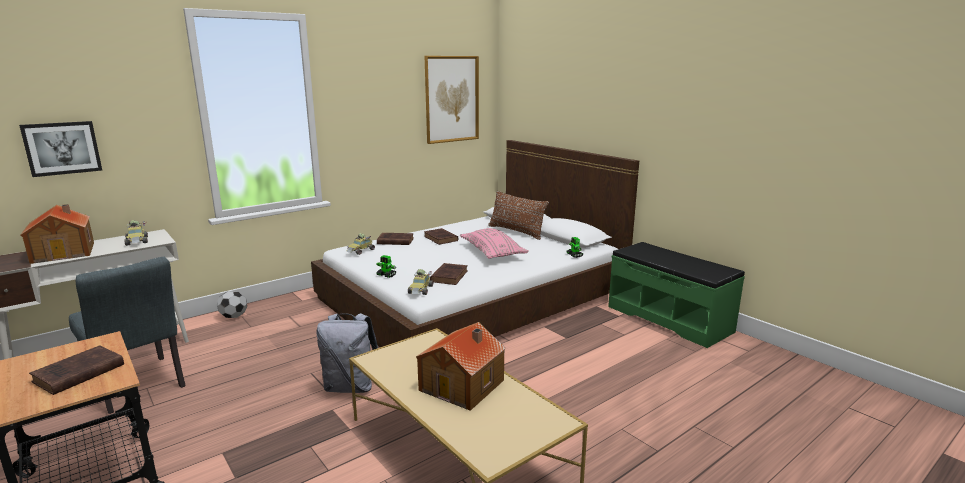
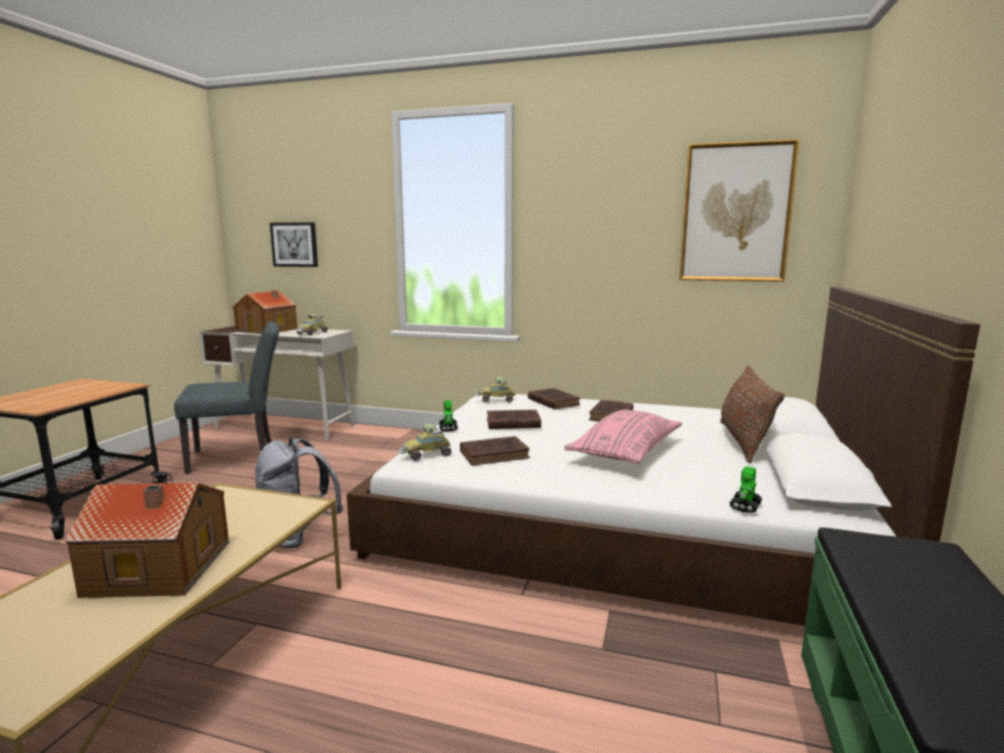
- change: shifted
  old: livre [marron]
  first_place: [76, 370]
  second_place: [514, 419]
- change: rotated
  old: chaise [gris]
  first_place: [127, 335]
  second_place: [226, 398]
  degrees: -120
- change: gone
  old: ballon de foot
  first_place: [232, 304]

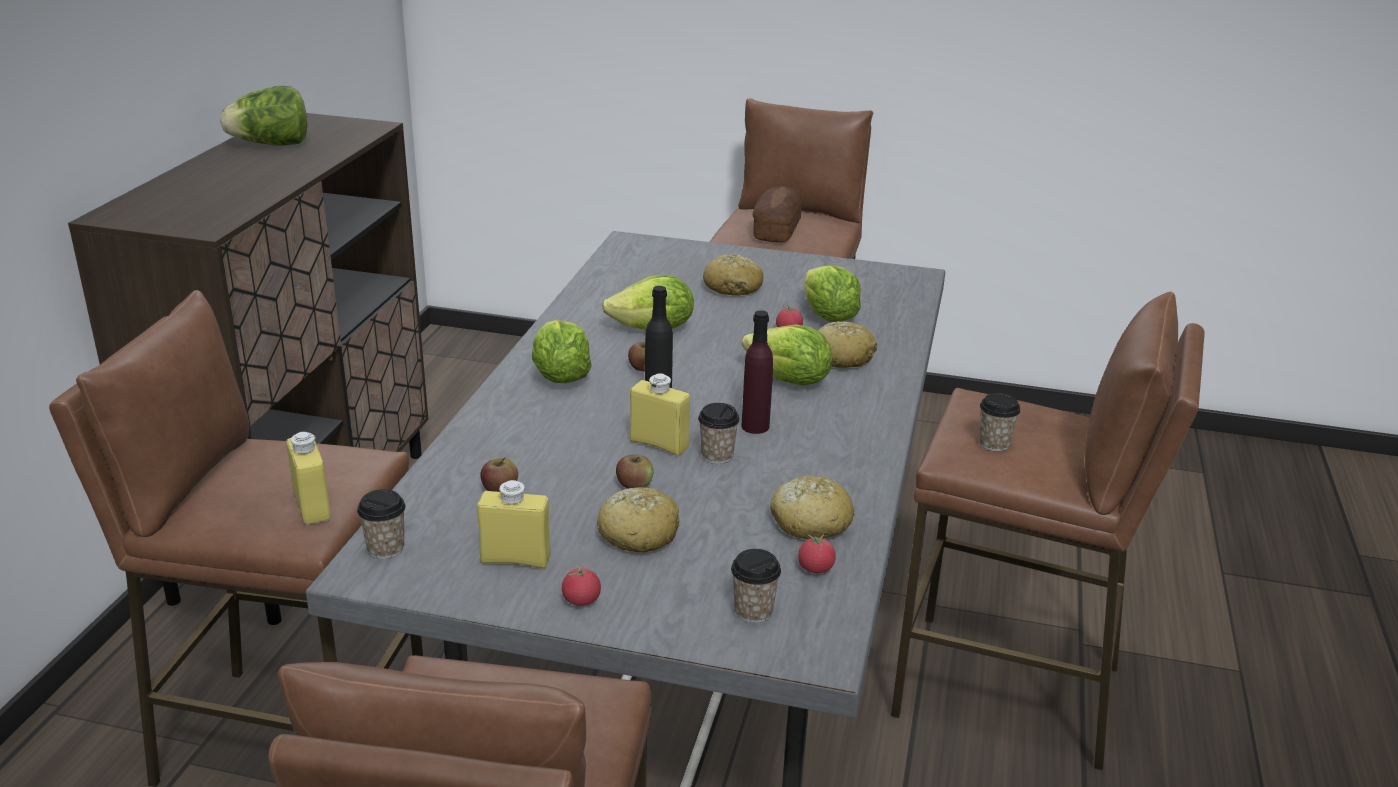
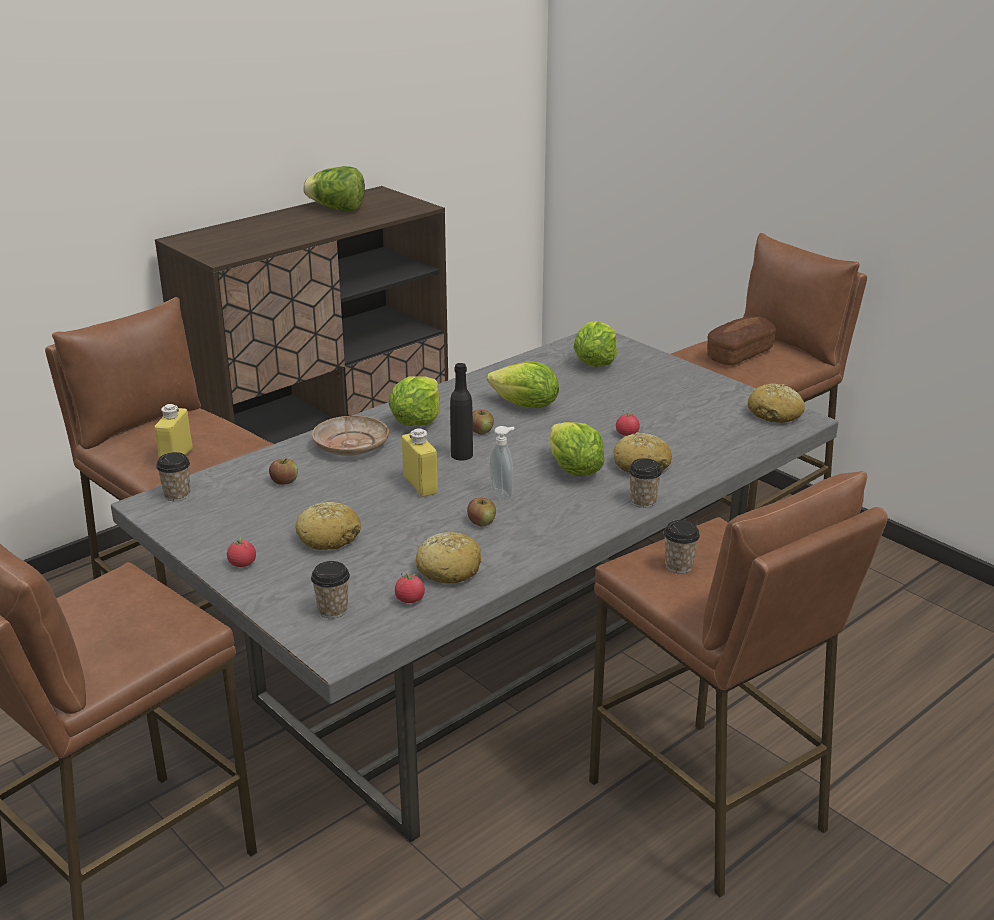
- change: gone
  old: bouteille [jaune]
  first_place: [513, 524]
- change: shifted
  old: pomme
  first_place: [634, 472]
  second_place: [481, 512]
- change: shifted
  old: tasse
  first_place: [719, 433]
  second_place: [645, 483]
- change: shifted
  old: pain
  first_place: [733, 274]
  second_place: [776, 403]
- change: swapped
  old: bouteille [violet]
  new: distributeur de savon
  first_place: [757, 372]
  second_place: [501, 463]
- change: shifted
  old: laitue
  first_place: [832, 293]
  second_place: [595, 344]
- change: new
  new: assiette [beige]
  second_place: [350, 436]

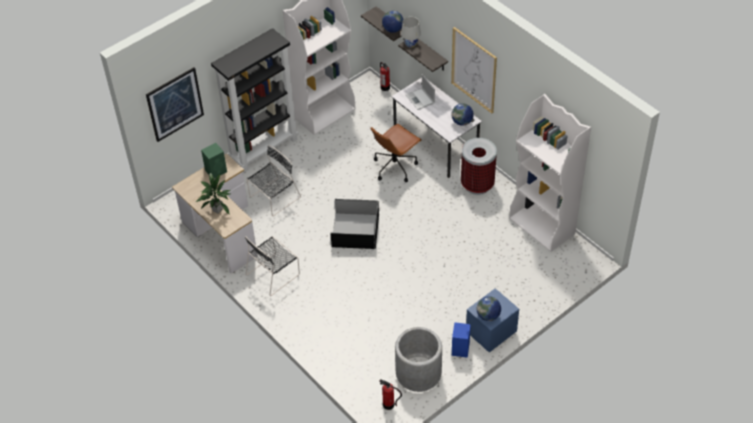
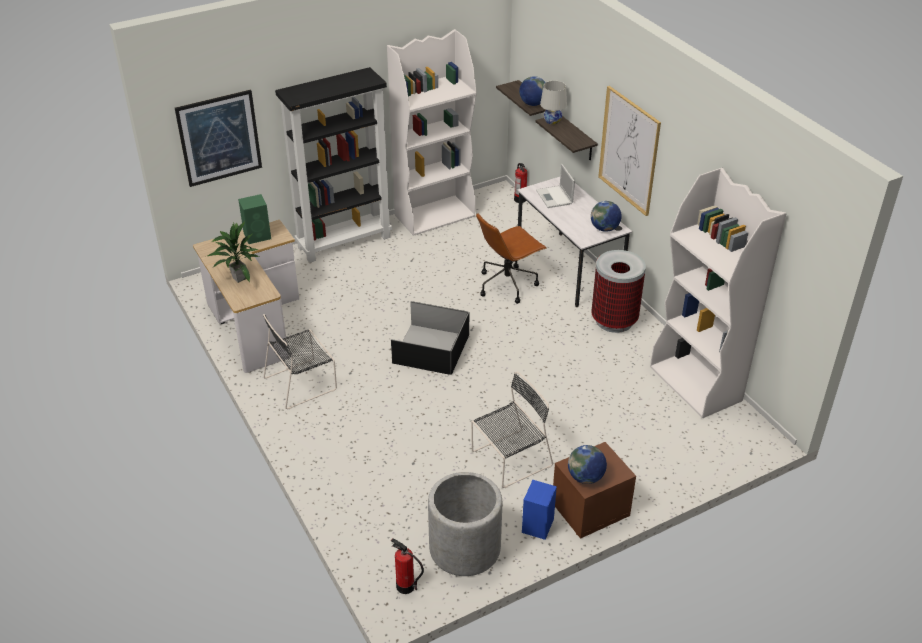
- change: shifted
  old: chaise [noir]
  first_place: [274, 180]
  second_place: [512, 430]
- change: repainted
  old: table de chevet [bleu]
  new: table de chevet [marron]
  first_place: [492, 320]
  second_place: [594, 490]

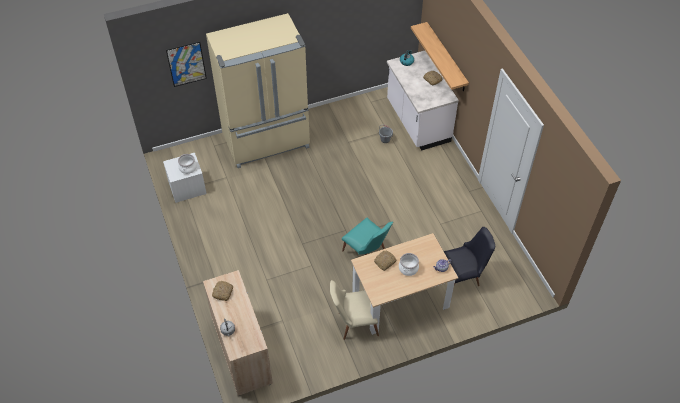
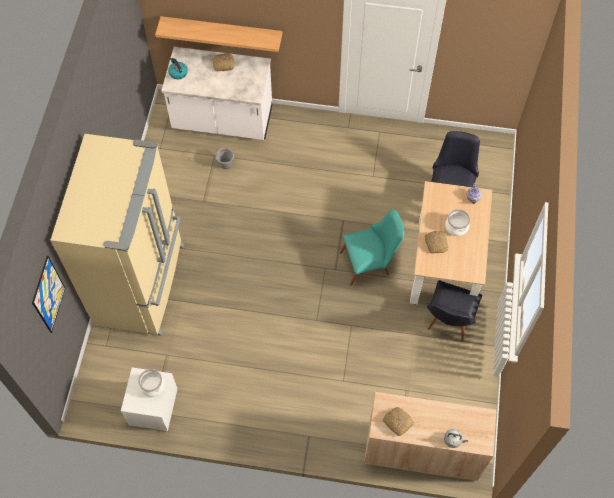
- change: repainted
  old: chaise [beige]
  new: chaise [noir]
  first_place: [354, 310]
  second_place: [454, 311]

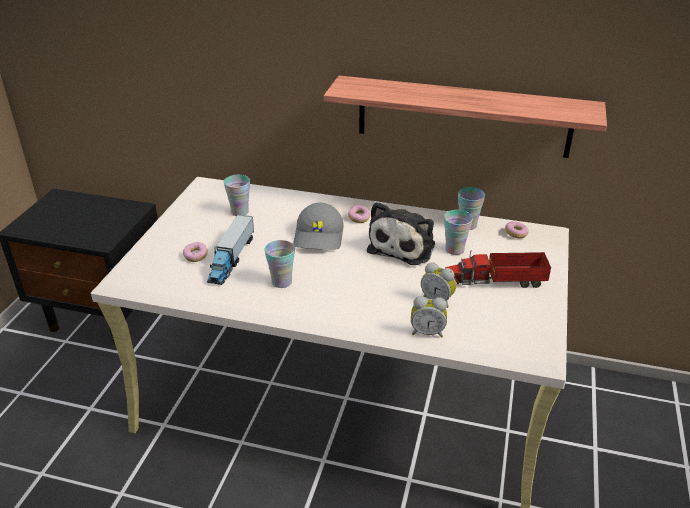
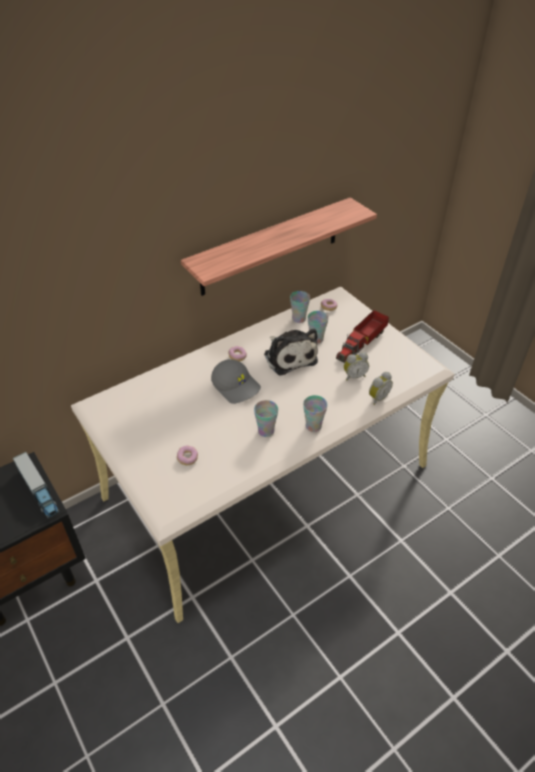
- change: shifted
  old: camion jouet
  first_place: [230, 249]
  second_place: [36, 485]
- change: shifted
  old: tasse
  first_place: [237, 195]
  second_place: [315, 413]

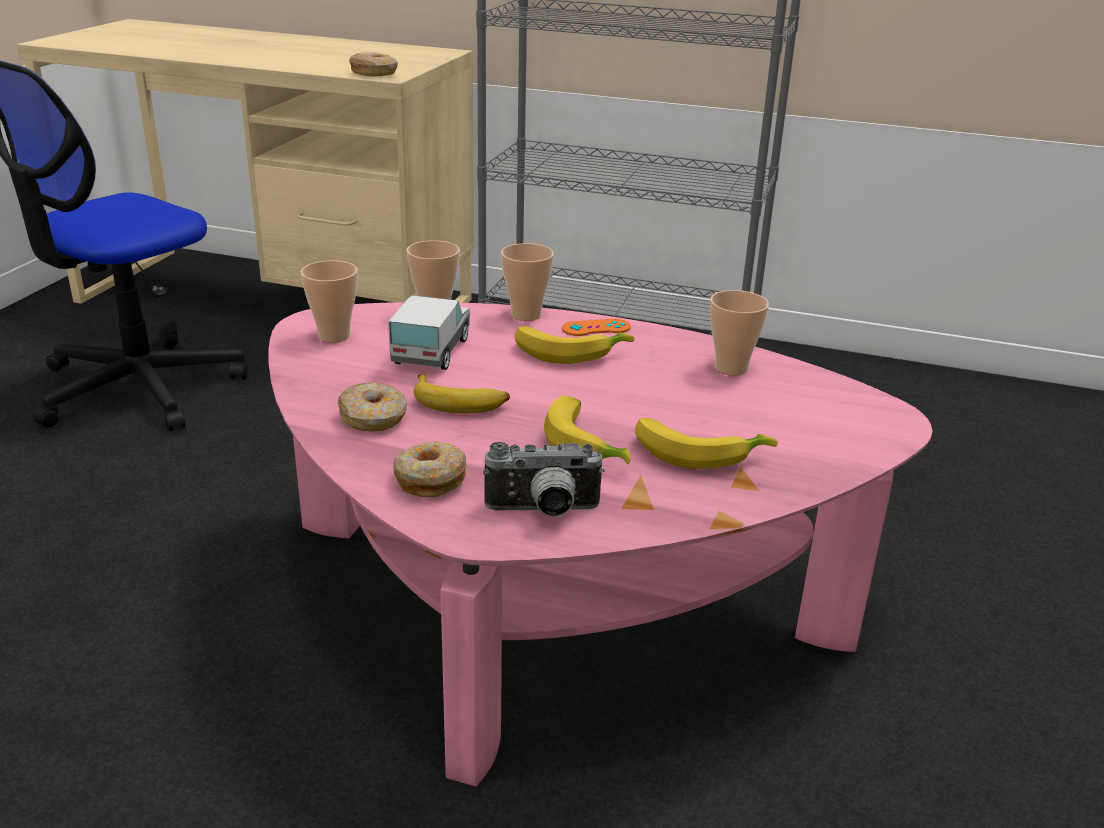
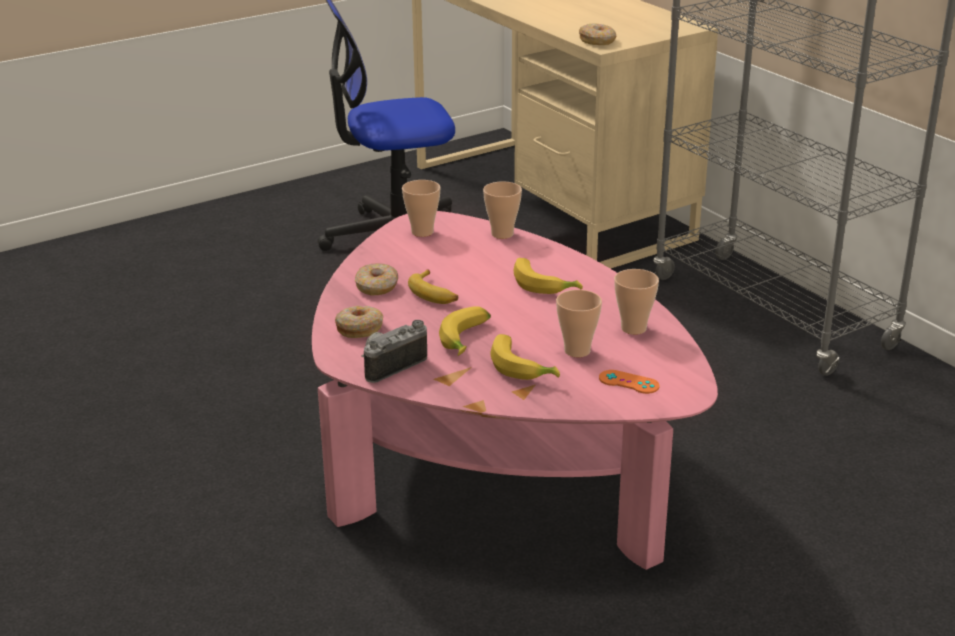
- change: gone
  old: camion jouet
  first_place: [429, 332]
- change: rotated
  old: appareil photo
  first_place: [543, 479]
  second_place: [395, 351]
  degrees: 105
- change: shifted
  old: tasse
  first_place: [527, 282]
  second_place: [579, 323]
- change: shifted
  old: manette [orange]
  first_place: [596, 327]
  second_place: [629, 382]

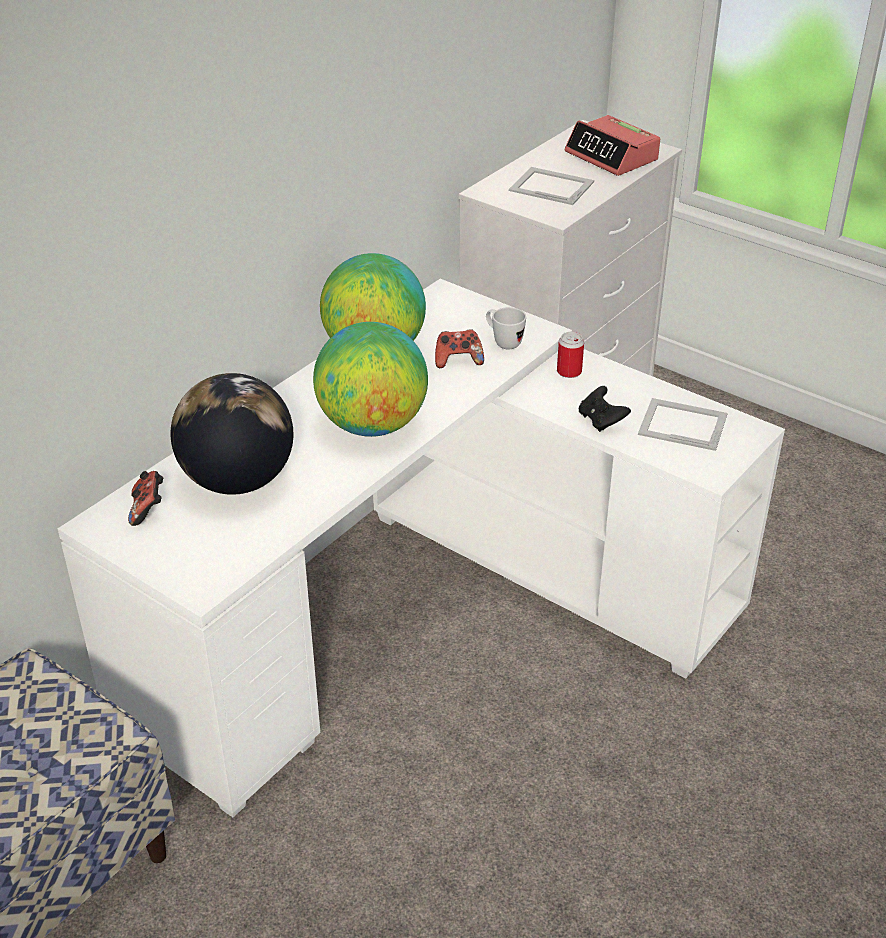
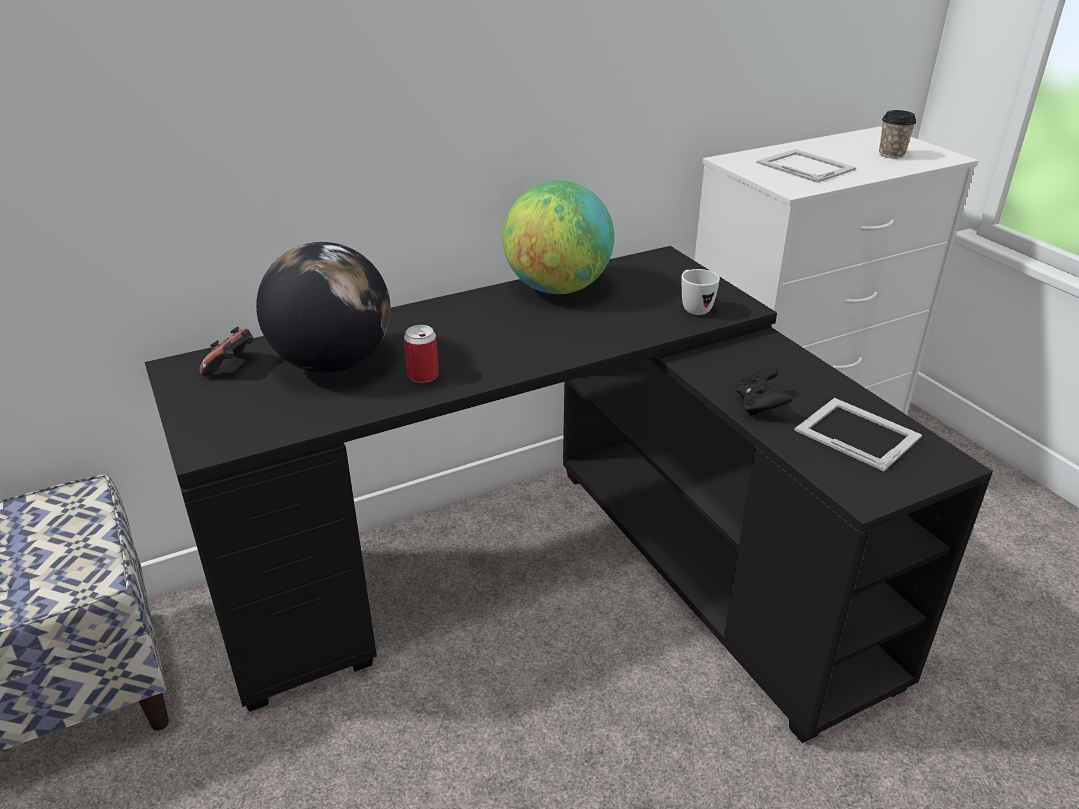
- change: repainted
  old: bureau [blanc]
  new: bureau [noir]
  first_place: [421, 548]
  second_place: [569, 494]
- change: gone
  old: globe
  first_place: [370, 379]
- change: gone
  old: manette
  first_place: [459, 349]
- change: shifted
  old: boîte métallique
  first_place: [570, 355]
  second_place: [421, 354]
- change: swapped
  old: réveil
  new: tasse
  first_place: [612, 145]
  second_place: [897, 134]

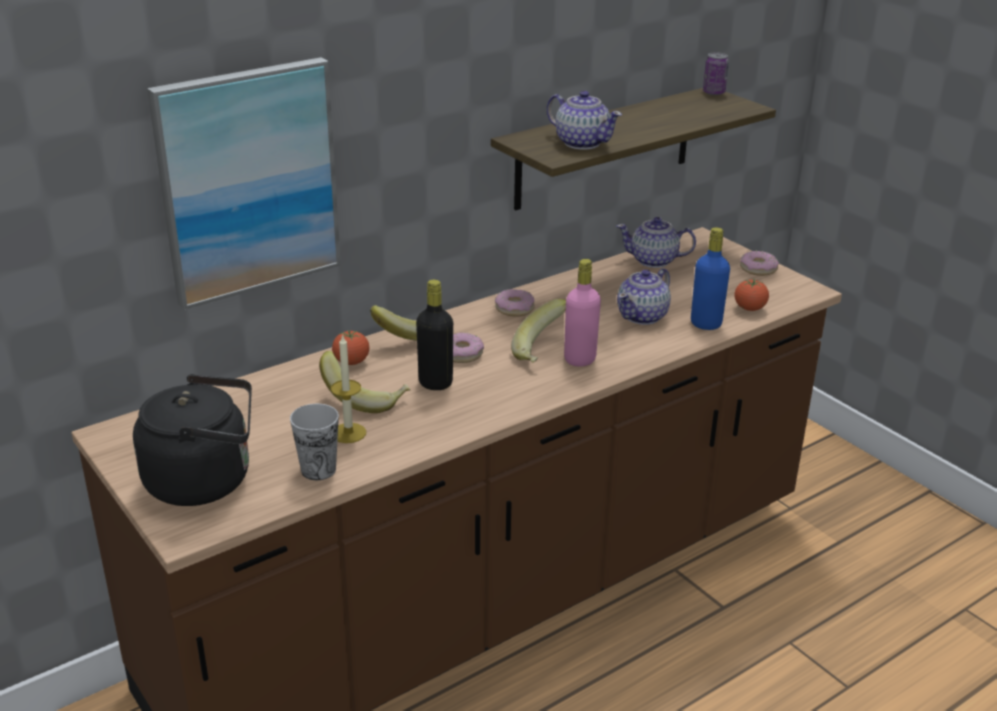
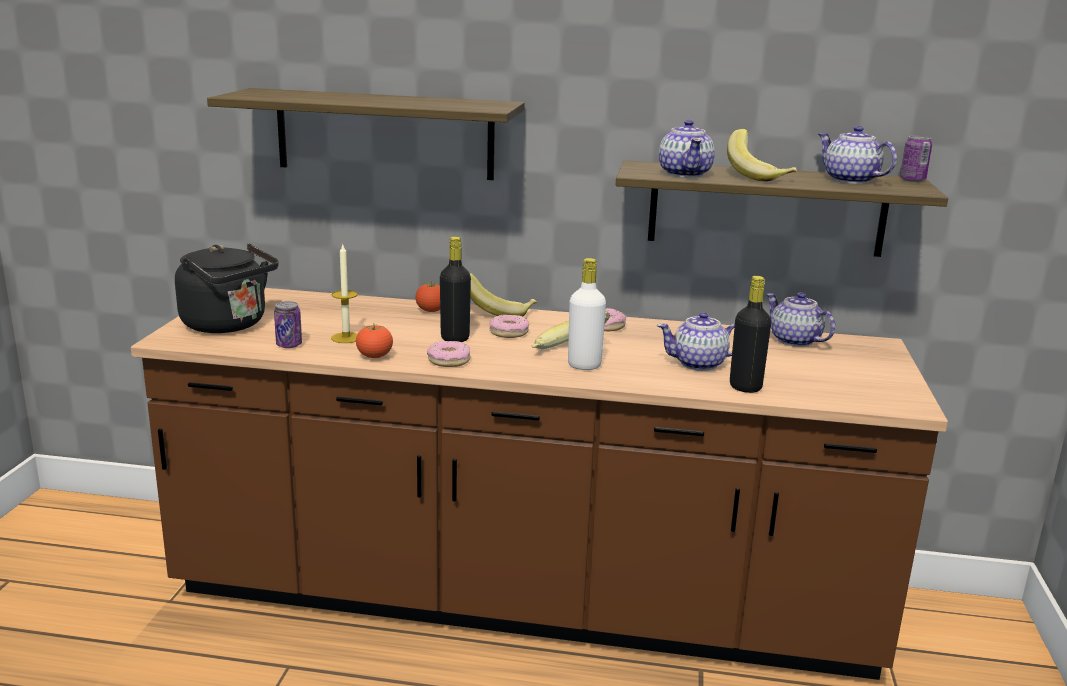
- change: swapped
  old: tableau
  new: étagère
  first_place: [244, 183]
  second_place: [366, 134]
- change: swapped
  old: tasse
  new: boîte métallique
  first_place: [314, 442]
  second_place: [288, 324]
- change: shifted
  old: banane
  first_place: [364, 382]
  second_place: [762, 155]
- change: repainted
  old: bouteille [rose]
  new: bouteille [blanc]
  first_place: [582, 313]
  second_place: [587, 314]
- change: repainted
  old: bouteille [bleu]
  new: bouteille [noir]
  first_place: [710, 278]
  second_place: [750, 334]
- change: shifted
  old: tomate
  first_place: [752, 295]
  second_place: [374, 341]
- change: shifted
  old: beignet
  first_place: [759, 263]
  second_place: [449, 354]
- change: new
  new: théière
  second_place: [857, 155]

